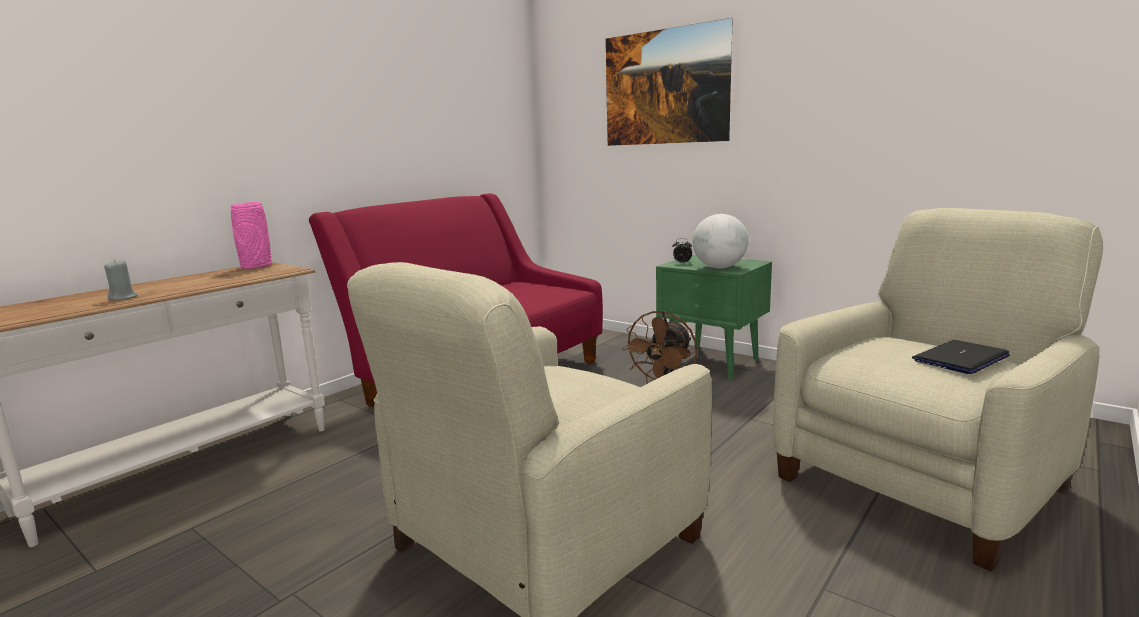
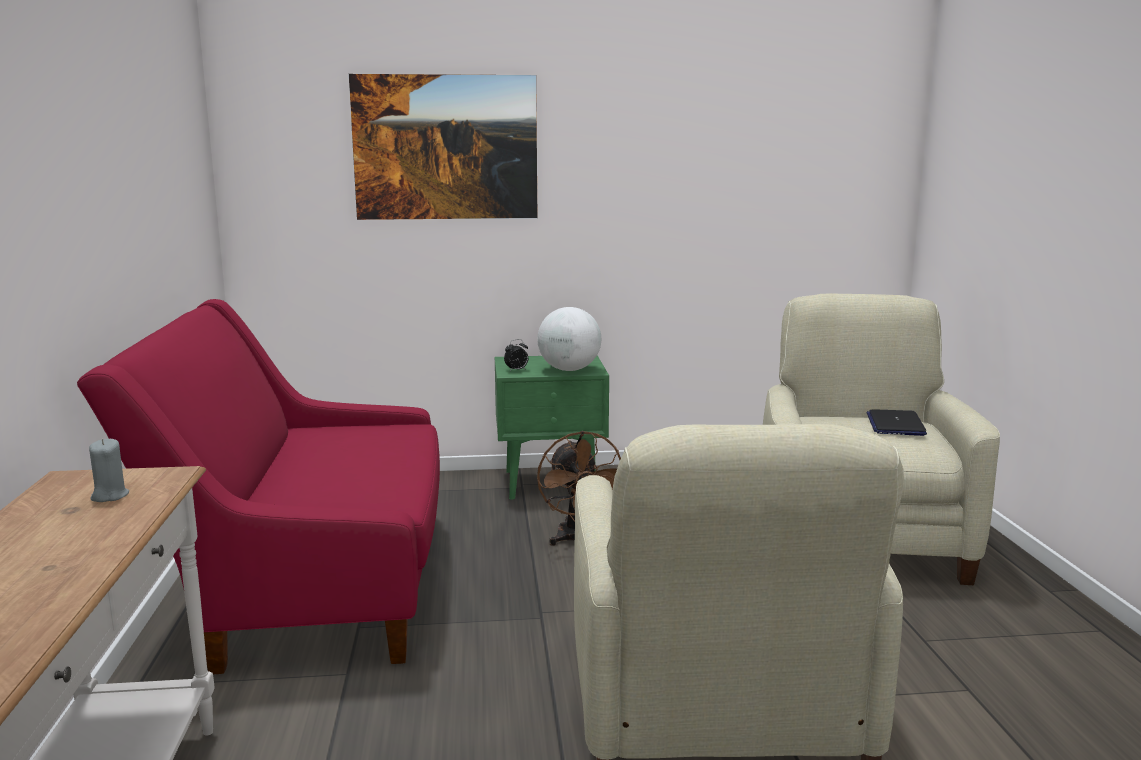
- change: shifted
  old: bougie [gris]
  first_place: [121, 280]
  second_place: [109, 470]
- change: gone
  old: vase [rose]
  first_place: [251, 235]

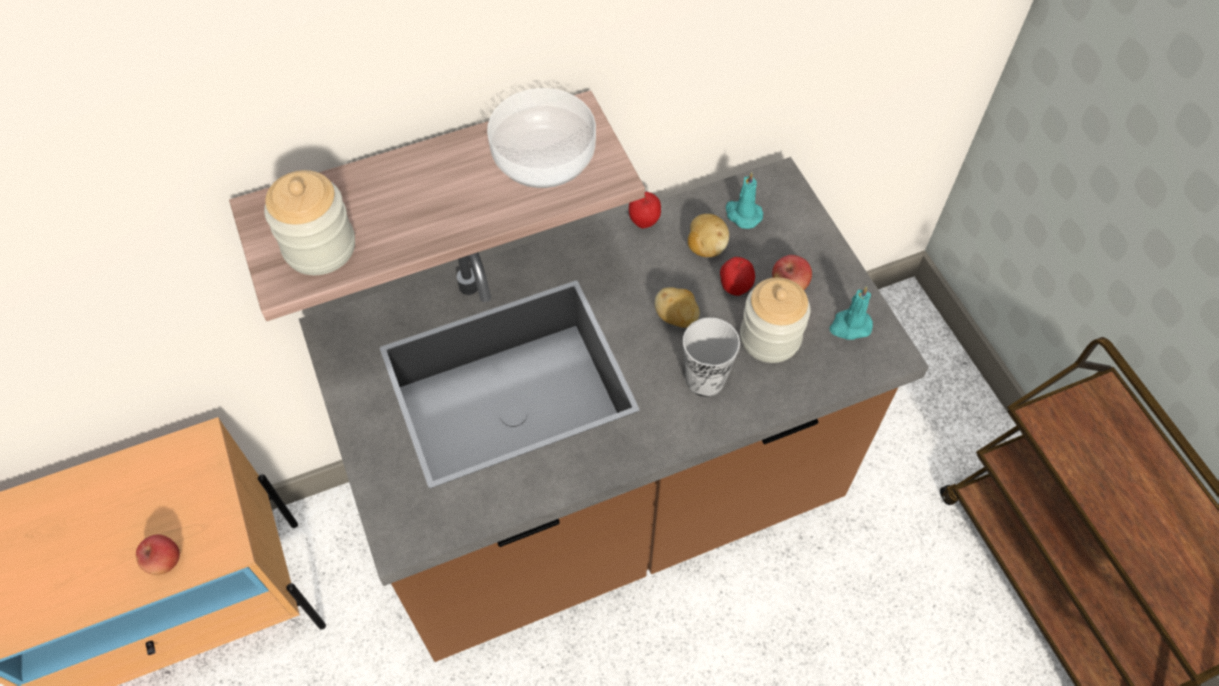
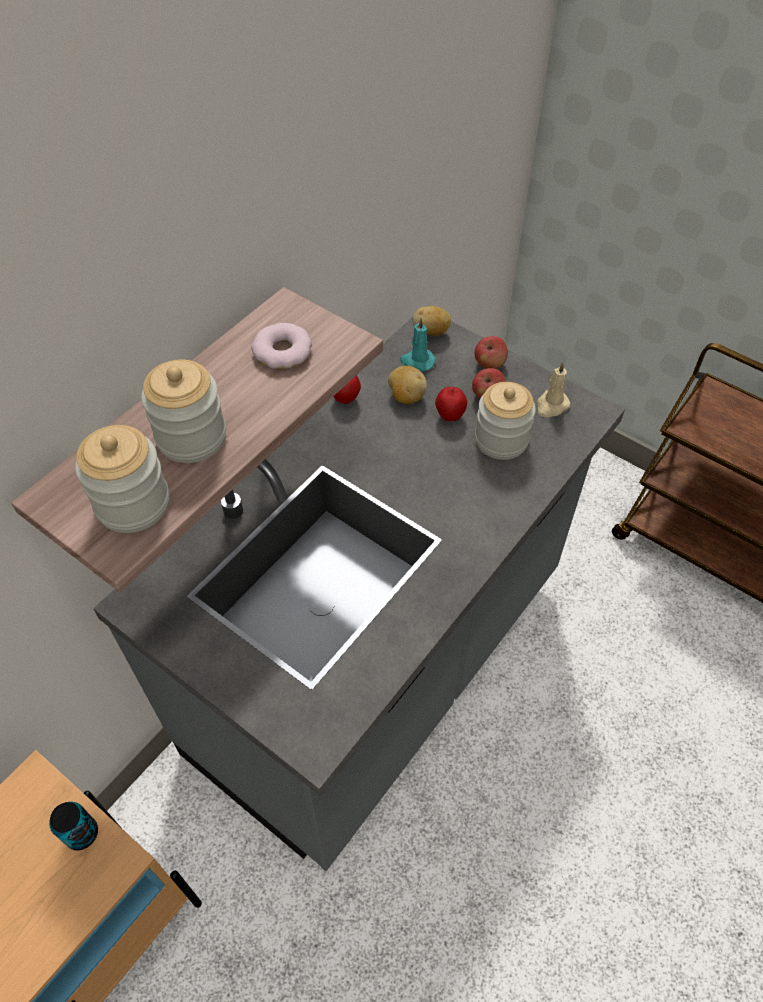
- change: shifted
  old: pomme
  first_place: [158, 554]
  second_place: [491, 352]
- change: repainted
  old: comptoir de cuisine [marron]
  new: comptoir de cuisine [gris]
  first_place: [614, 409]
  second_place: [359, 594]
- change: swapped
  old: bol
  new: beignet
  first_place: [541, 138]
  second_place: [281, 346]
- change: shifted
  old: pomme de terre
  first_place: [677, 307]
  second_place: [432, 321]
- change: gone
  old: tasse
  first_place: [711, 357]
- change: repainted
  old: bougie [turquoise]
  new: bougie [beige]
  first_place: [851, 313]
  second_place: [554, 389]
- change: new
  new: boîte métallique
  second_place: [73, 826]
- change: new
  new: bocal
  second_place: [183, 411]

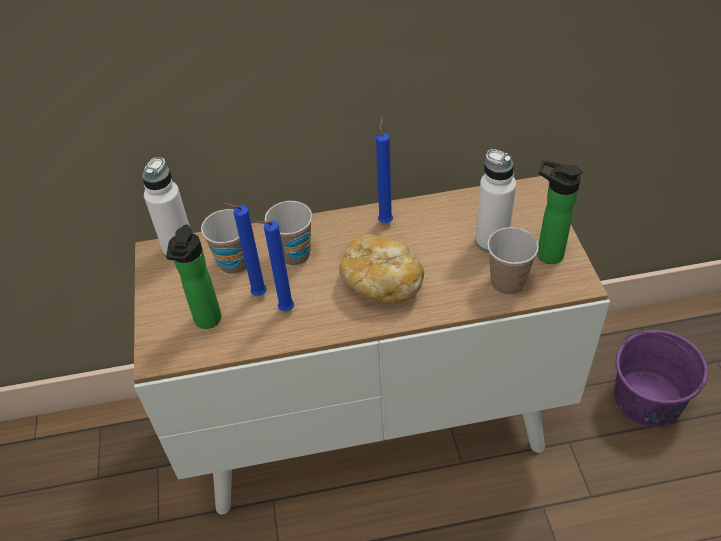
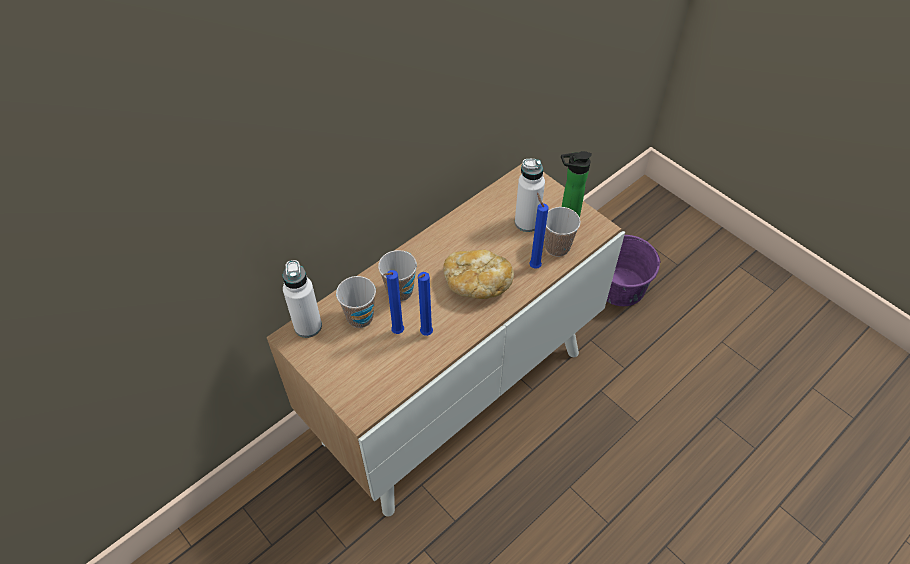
- change: gone
  old: bouteille
  first_place: [193, 276]
- change: shifted
  old: bougie [bleu]
  first_place: [384, 170]
  second_place: [539, 231]

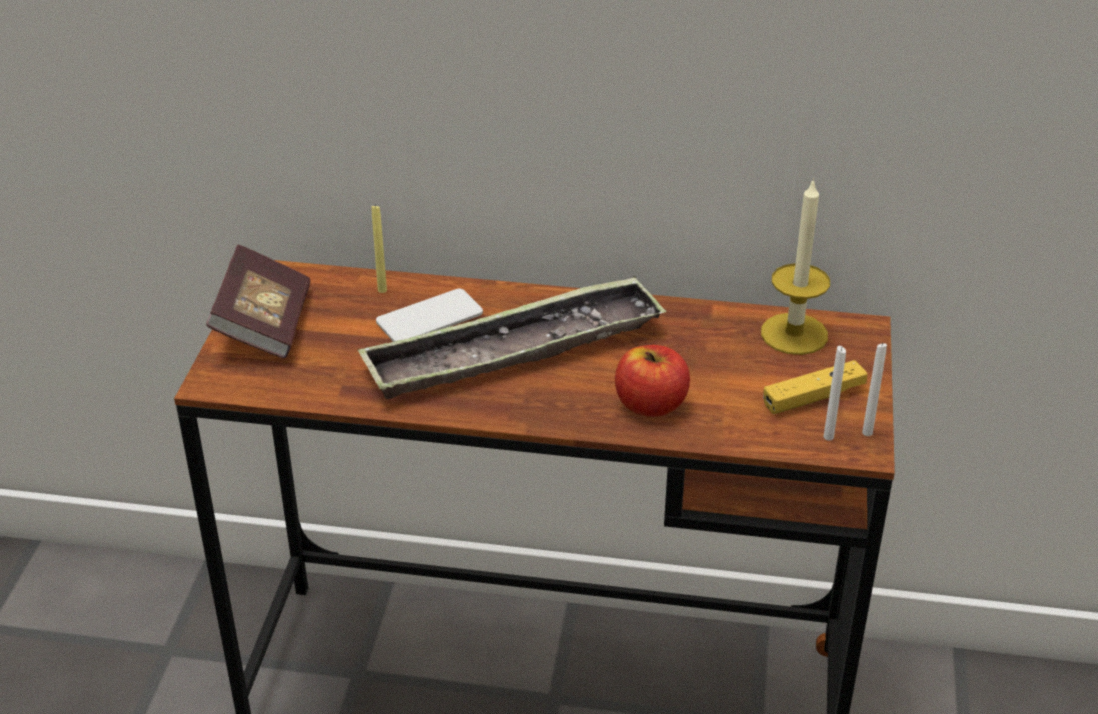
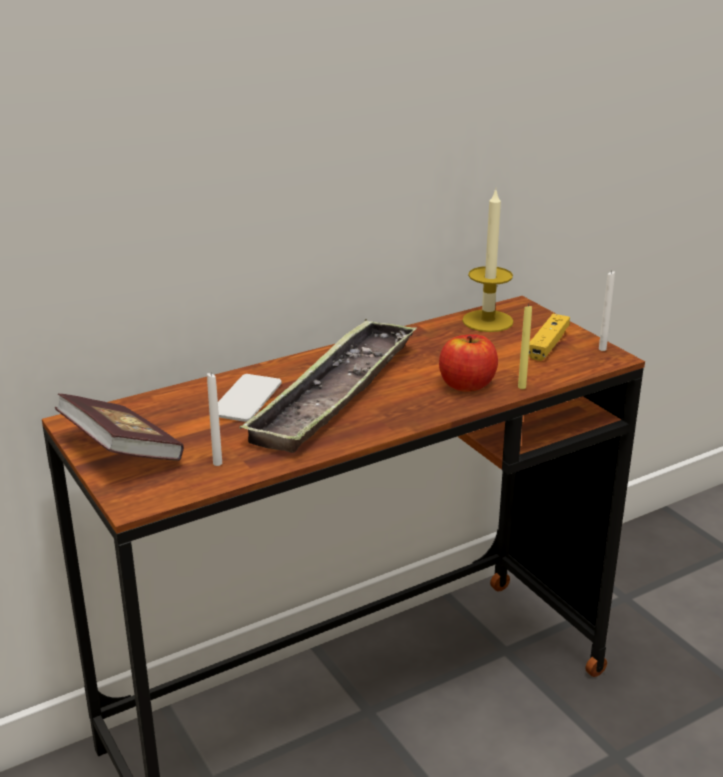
- change: shifted
  old: bougie [jaune]
  first_place: [379, 248]
  second_place: [525, 346]
- change: shifted
  old: bougie [blanc]
  first_place: [834, 393]
  second_place: [214, 419]

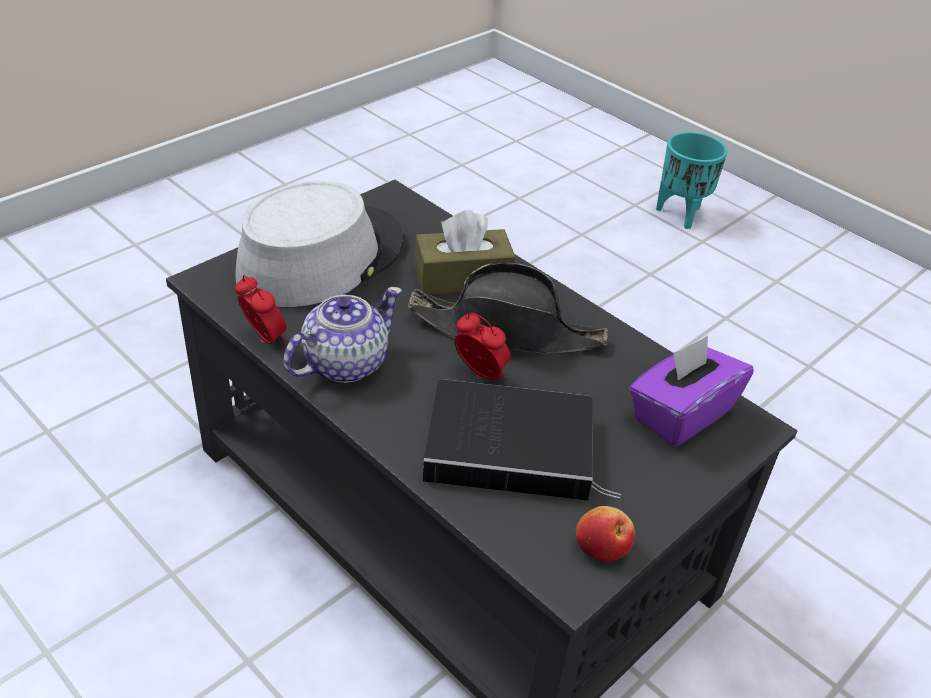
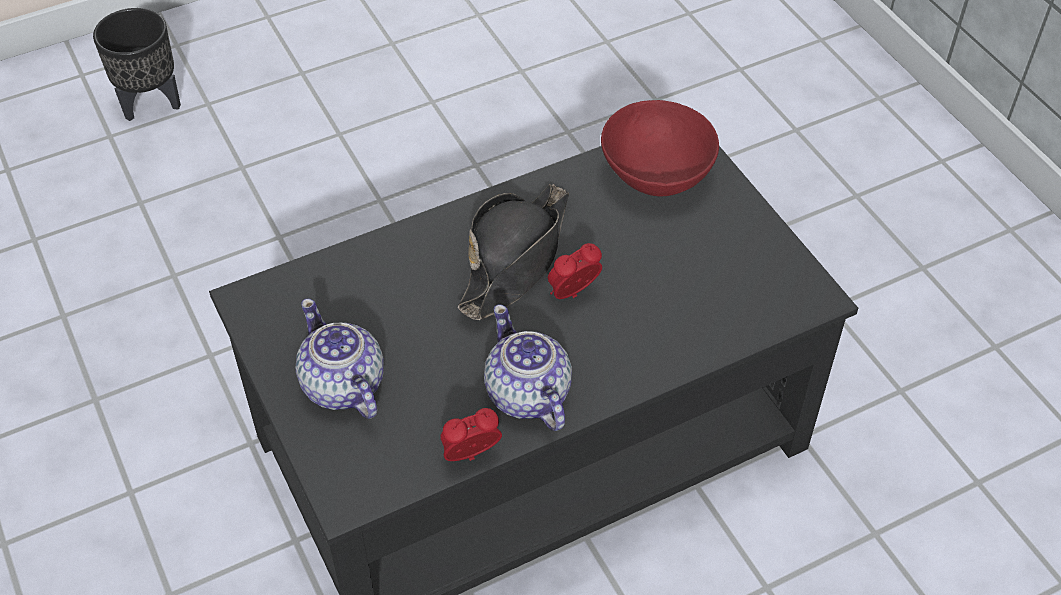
- change: swapped
  old: chapeau [gris]
  new: théière
  first_place: [319, 244]
  second_place: [340, 359]
- change: gone
  old: boîte à mouchoirs [marron]
  first_place: [465, 252]
- change: gone
  old: livre
  first_place: [522, 440]
- change: gone
  old: pomme
  first_place: [605, 534]
- change: swapped
  old: boîte à mouchoirs [violet]
  new: bol [rouge]
  first_place: [691, 391]
  second_place: [660, 148]
- change: repainted
  old: cache-pot [turquoise]
  new: cache-pot [noir]
  first_place: [691, 180]
  second_place: [137, 64]

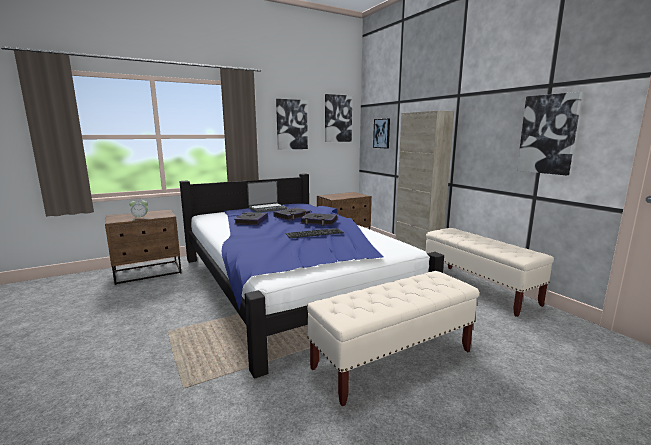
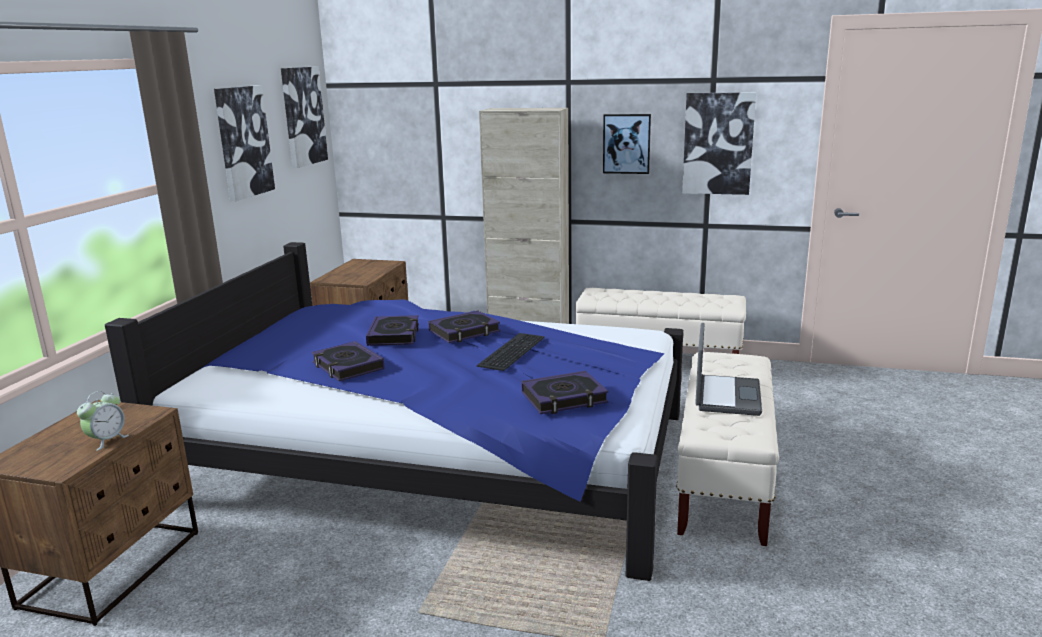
- change: shifted
  old: ordinateur portable
  first_place: [267, 197]
  second_place: [728, 369]
- change: shifted
  old: tableau
  first_place: [381, 134]
  second_place: [627, 144]
- change: new
  new: livre
  second_place: [565, 392]

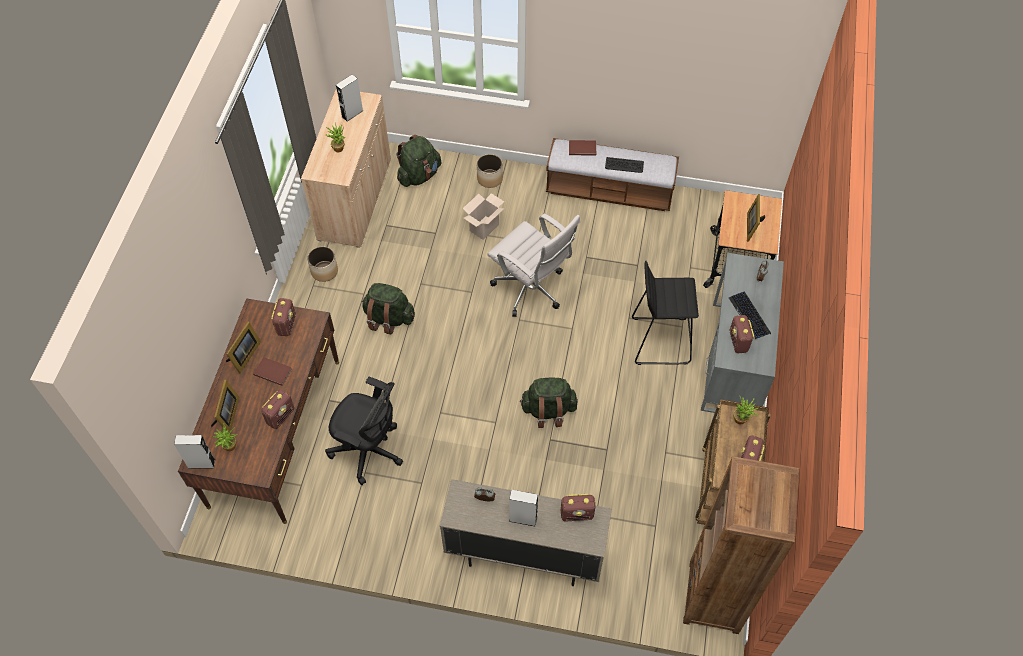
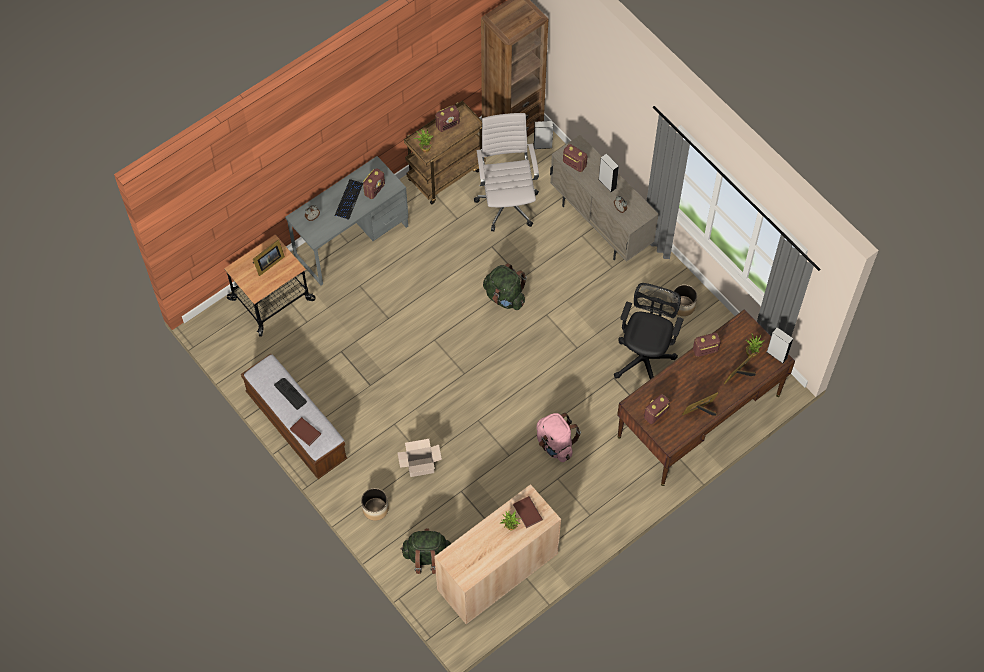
- change: shifted
  old: livre [marron]
  first_place: [272, 371]
  second_place: [528, 512]
- change: shifted
  old: cache-pot
  first_place: [322, 264]
  second_place: [684, 300]
- change: rotated
  old: chaise de bureau [noir]
  first_place: [364, 431]
  second_place: [649, 331]
  degrees: 45
- change: shifted
  old: enceinte [gris]
  first_place: [349, 98]
  second_place: [543, 135]
- change: repainted
  old: sac à dos [vert]
  new: sac à dos [rose]
  first_place: [388, 308]
  second_place: [558, 437]
- change: shifted
  old: chaise de bureau [blanc]
  first_place: [533, 265]
  second_place: [506, 172]
- change: gone
  old: tabouret [noir]
  first_place: [665, 312]

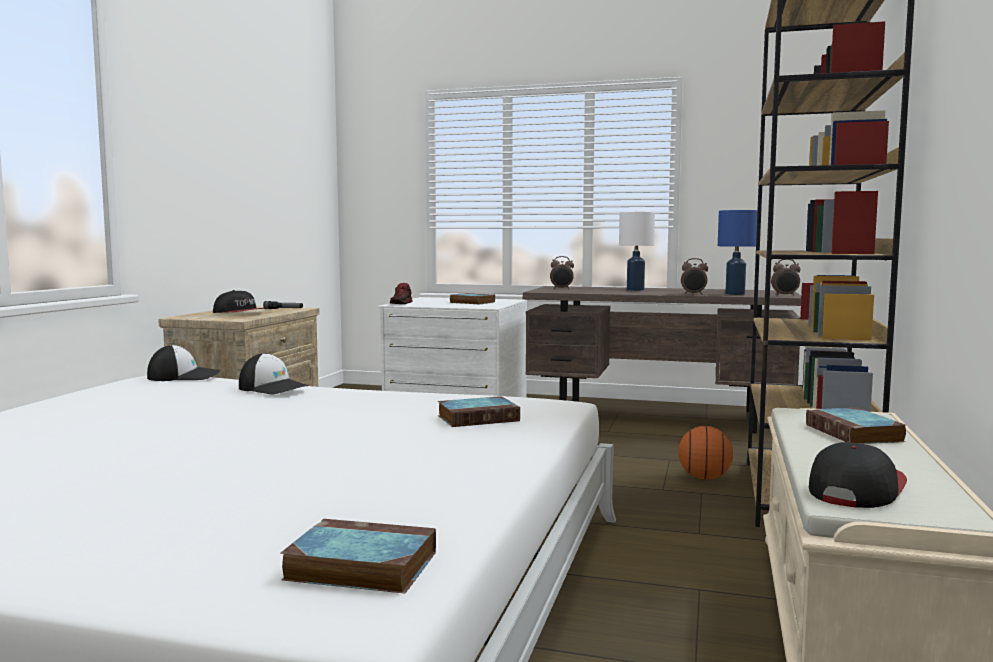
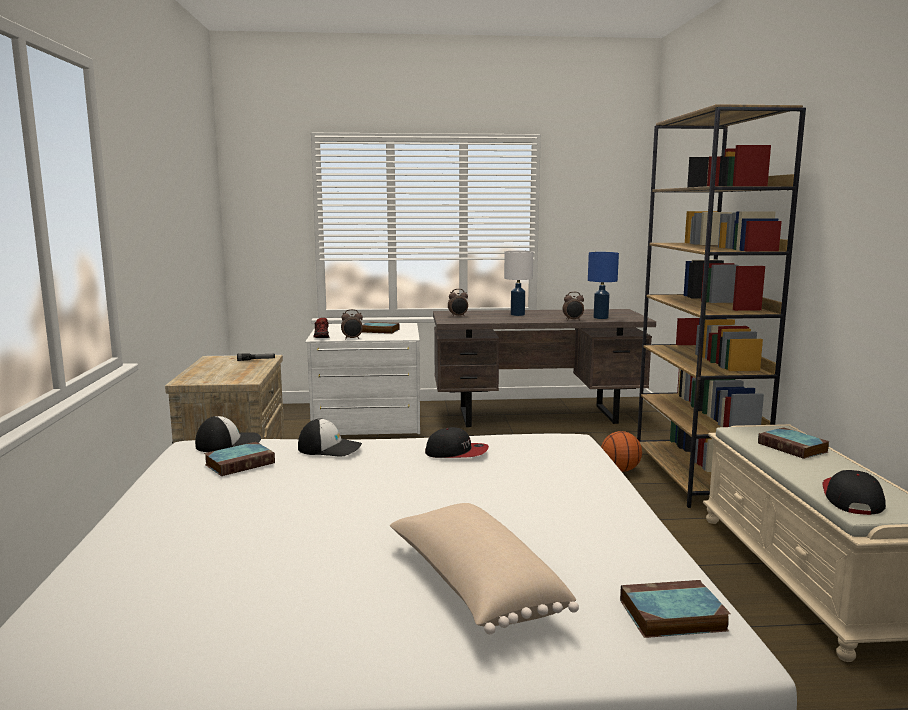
- change: shifted
  old: casquette
  first_place: [240, 301]
  second_place: [457, 442]
- change: shifted
  old: livre
  first_place: [479, 411]
  second_place: [239, 459]
- change: shifted
  old: réveil
  first_place: [785, 277]
  second_place: [352, 324]
- change: new
  new: coussin [beige]
  second_place: [484, 568]

